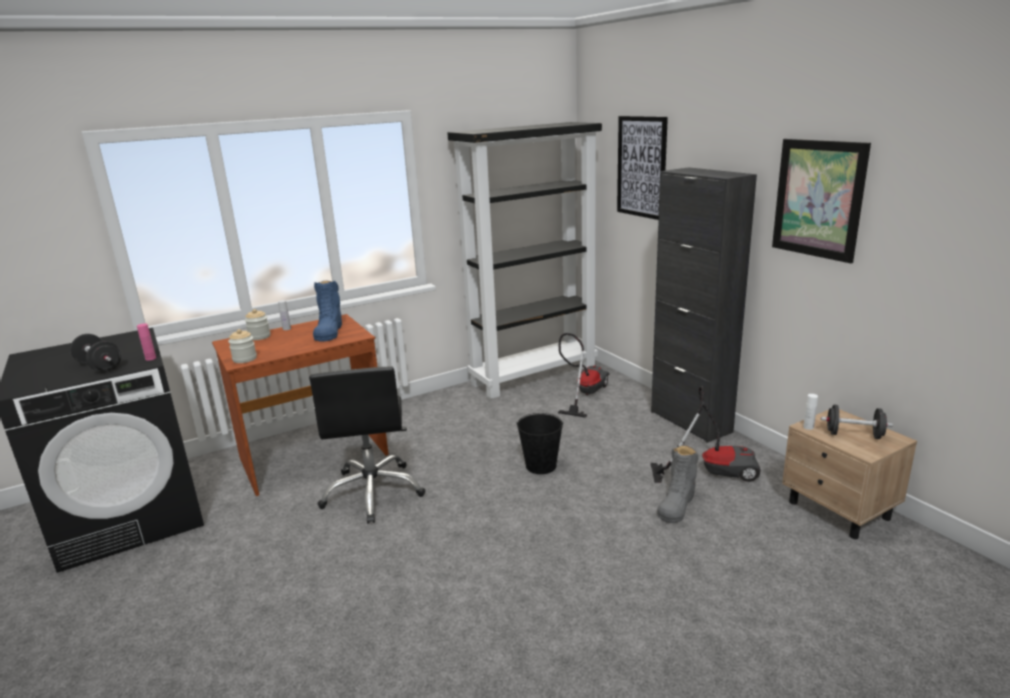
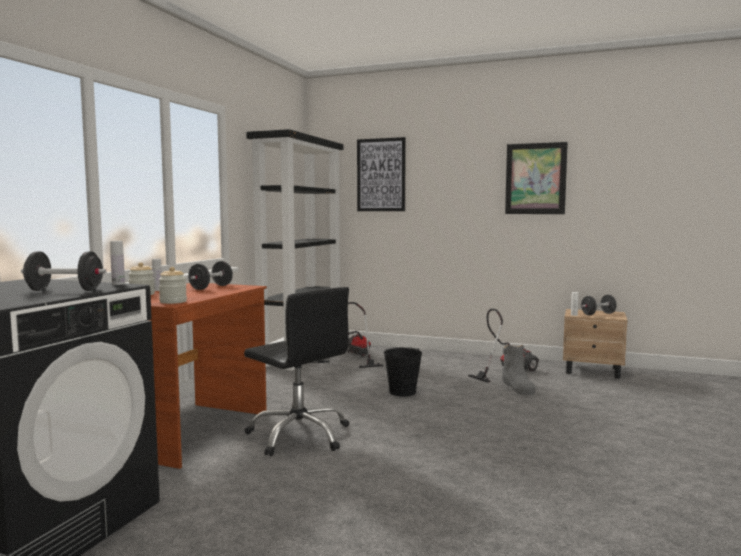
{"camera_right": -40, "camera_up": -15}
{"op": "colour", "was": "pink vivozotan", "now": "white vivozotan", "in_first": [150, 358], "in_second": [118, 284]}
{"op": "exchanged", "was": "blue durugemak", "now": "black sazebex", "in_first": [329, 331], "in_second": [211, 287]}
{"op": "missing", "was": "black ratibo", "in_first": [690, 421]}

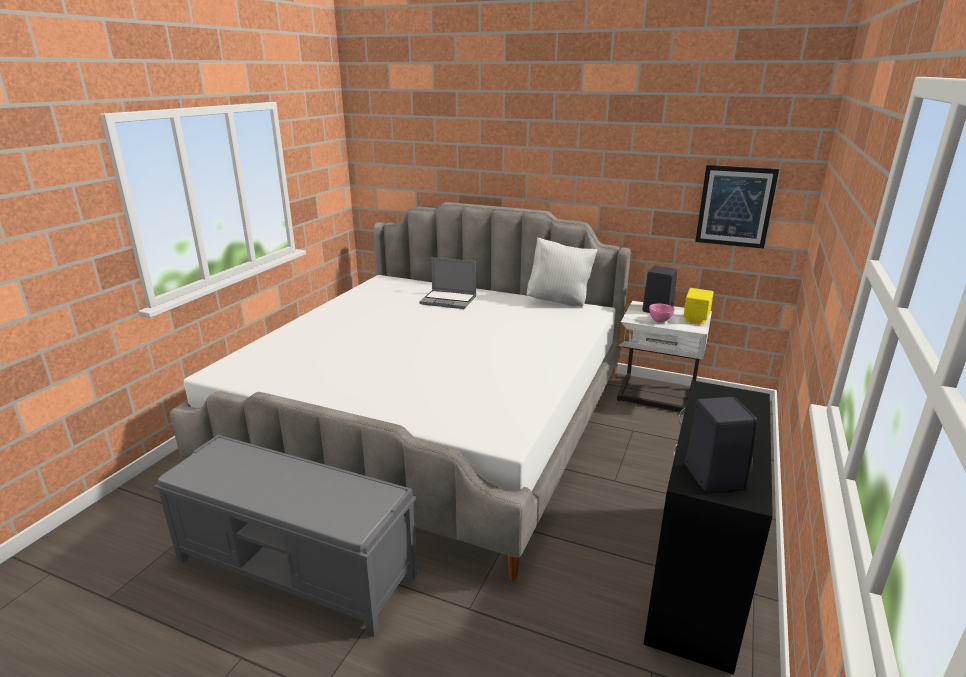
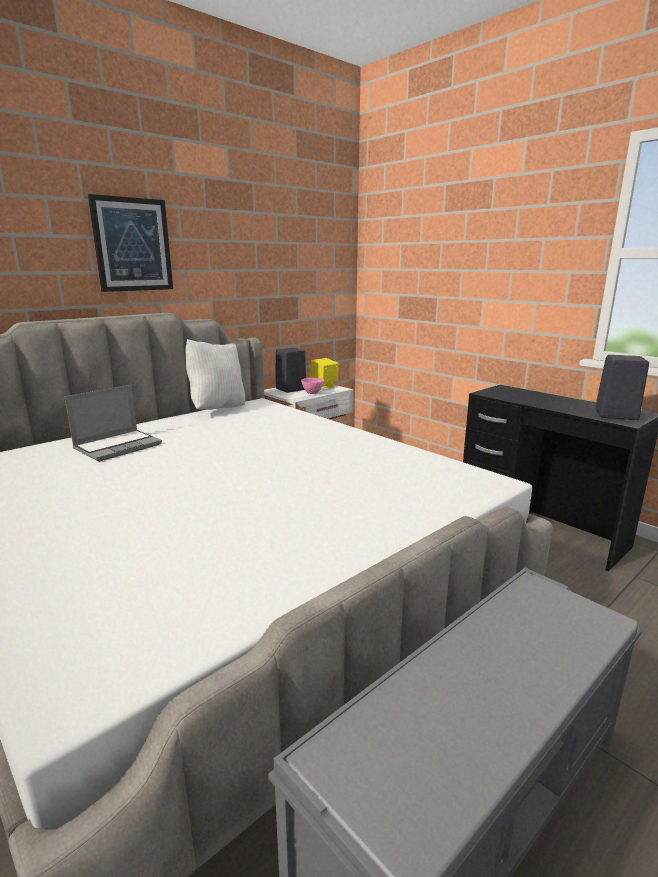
{"camera_right": -65, "camera_up": -5}
{"op": "relocated", "was": "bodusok", "in_first": [735, 206], "in_second": [132, 245]}

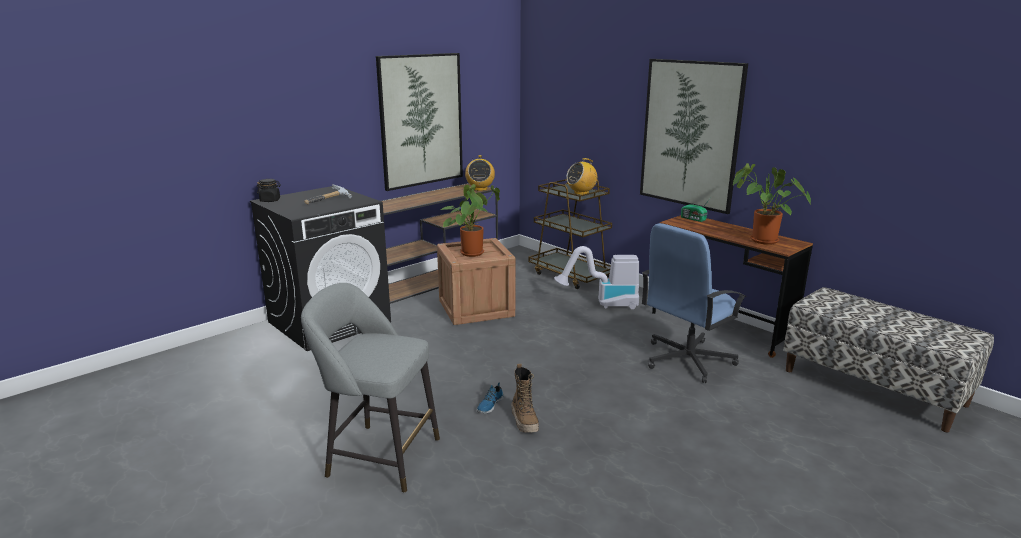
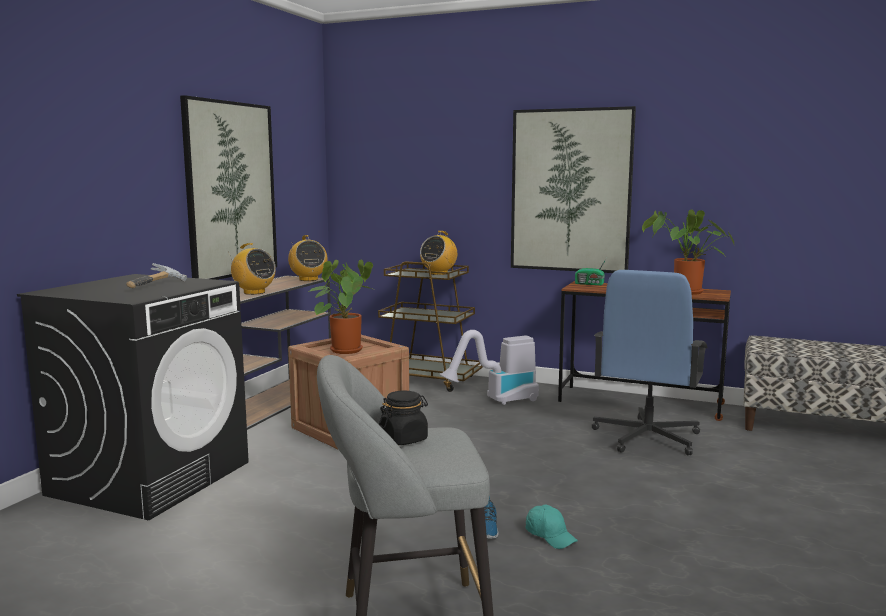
{"camera_right": -25, "camera_up": -10}
{"op": "appeared", "now": "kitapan", "in_second": [254, 292]}
{"op": "relocated", "was": "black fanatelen", "in_first": [270, 200], "in_second": [404, 439]}
{"op": "exchanged", "was": "durugemak", "now": "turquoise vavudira", "in_first": [524, 421], "in_second": [550, 536]}

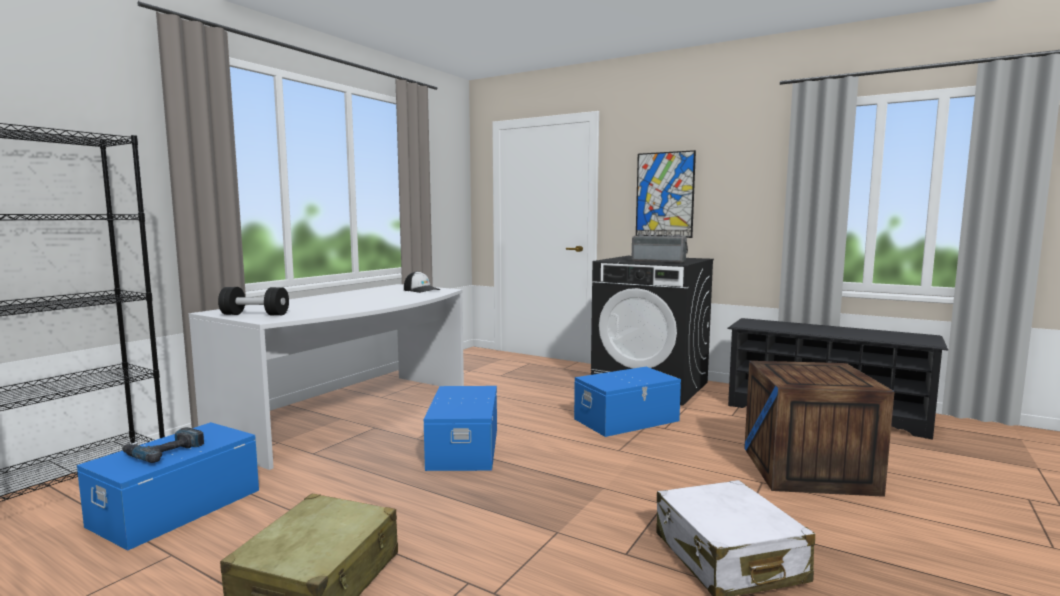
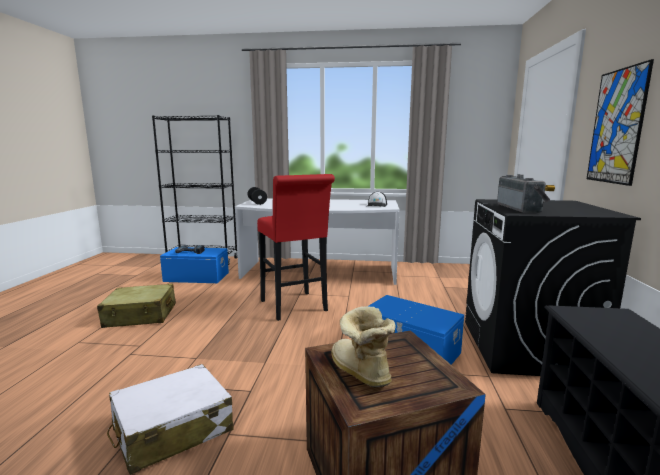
{"camera_right": 65, "camera_up": 5}
{"op": "exchanged", "was": "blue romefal", "now": "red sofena", "in_first": [462, 448], "in_second": [295, 308]}
{"op": "appeared", "now": "durugemak", "in_second": [358, 372]}

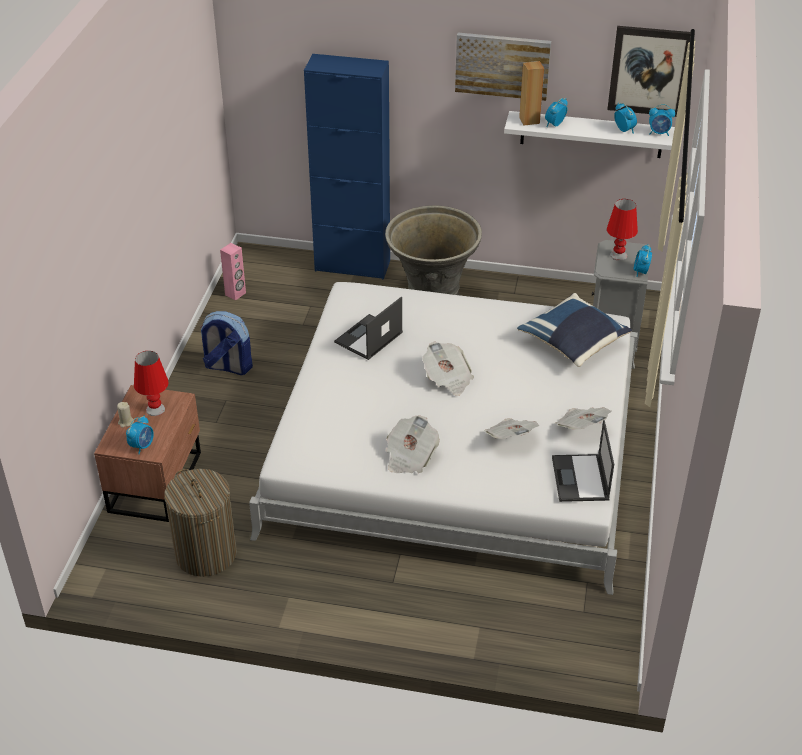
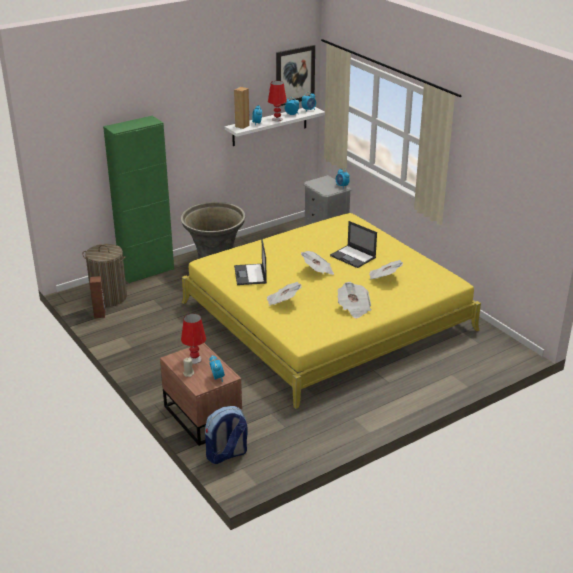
{"camera_right": -45, "camera_up": -10}
{"op": "relocated", "was": "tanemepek", "in_first": [206, 553], "in_second": [109, 297]}
{"op": "colour", "was": "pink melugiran", "now": "brown melugiran", "in_first": [235, 294], "in_second": [100, 314]}
{"op": "colour", "was": "blue ratibo", "now": "green ratibo", "in_first": [352, 266], "in_second": [147, 271]}
{"op": "colour", "was": "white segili", "now": "yellow segili", "in_first": [455, 446], "in_second": [326, 316]}
{"op": "relocated", "was": "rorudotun", "in_first": [227, 366], "in_second": [226, 455]}
{"op": "relocated", "was": "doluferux", "in_first": [581, 427], "in_second": [283, 301]}
{"op": "relocated", "was": "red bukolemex", "in_first": [618, 255], "in_second": [277, 119]}
{"op": "relocated", "was": "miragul", "in_first": [580, 479], "in_second": [353, 257]}
{"op": "missing", "was": "bodusok", "in_first": [502, 65]}
{"op": "missing", "was": "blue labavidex", "in_first": [573, 343]}

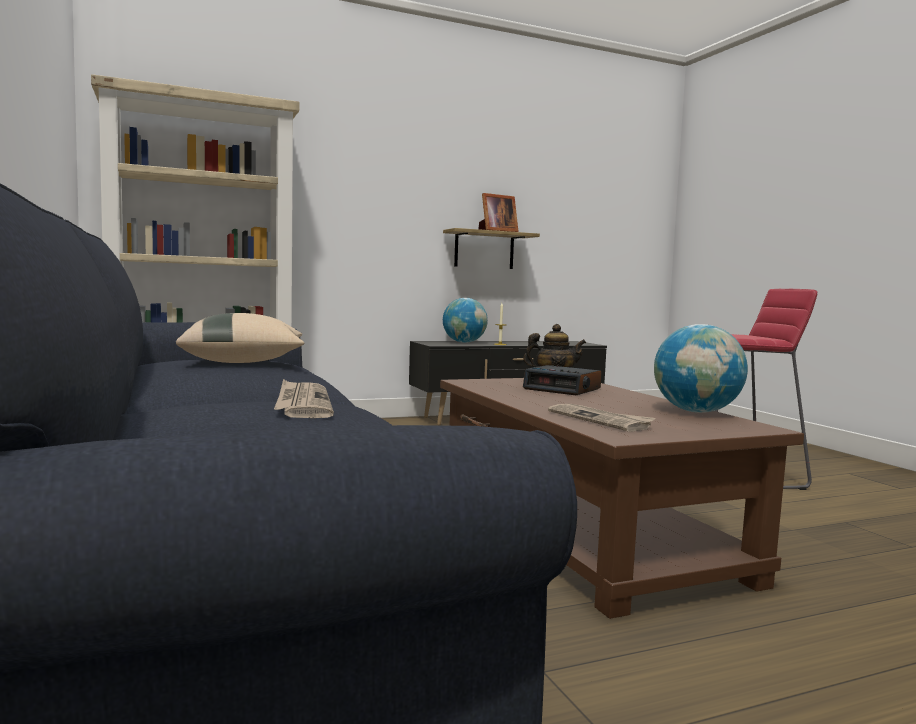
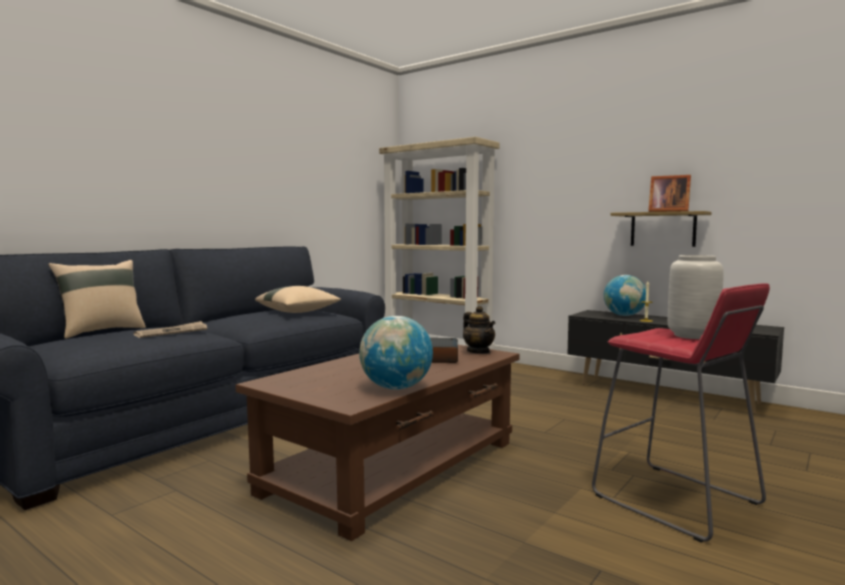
{"camera_right": 60, "camera_up": 0}
{"op": "appeared", "now": "beige labavidex", "in_second": [101, 331]}
{"op": "appeared", "now": "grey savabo", "in_second": [693, 336]}
{"op": "missing", "was": "doluferux", "in_first": [600, 420]}

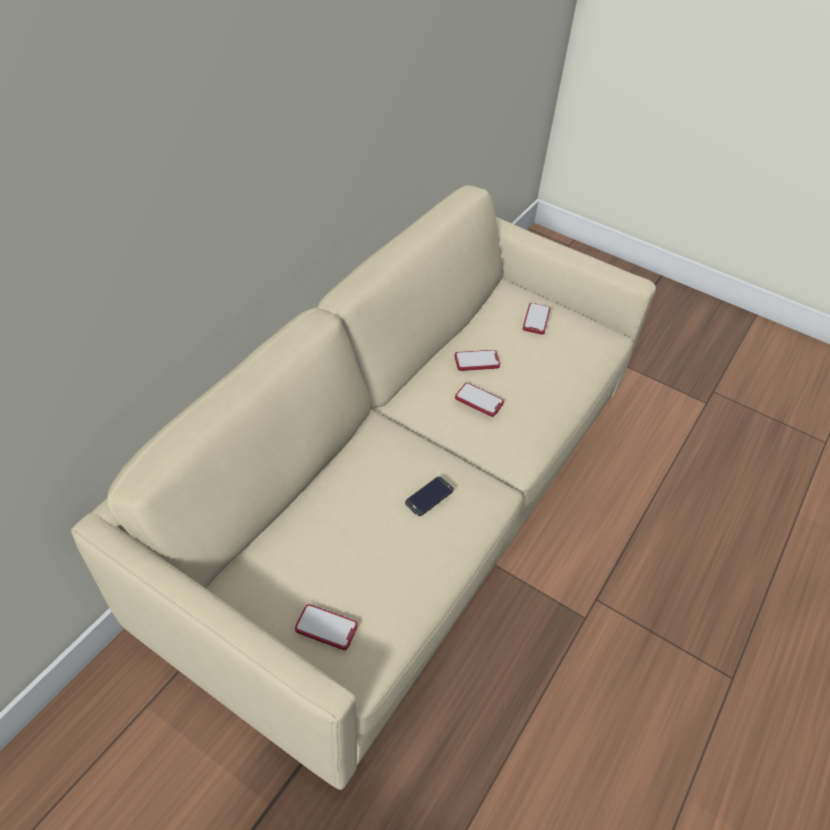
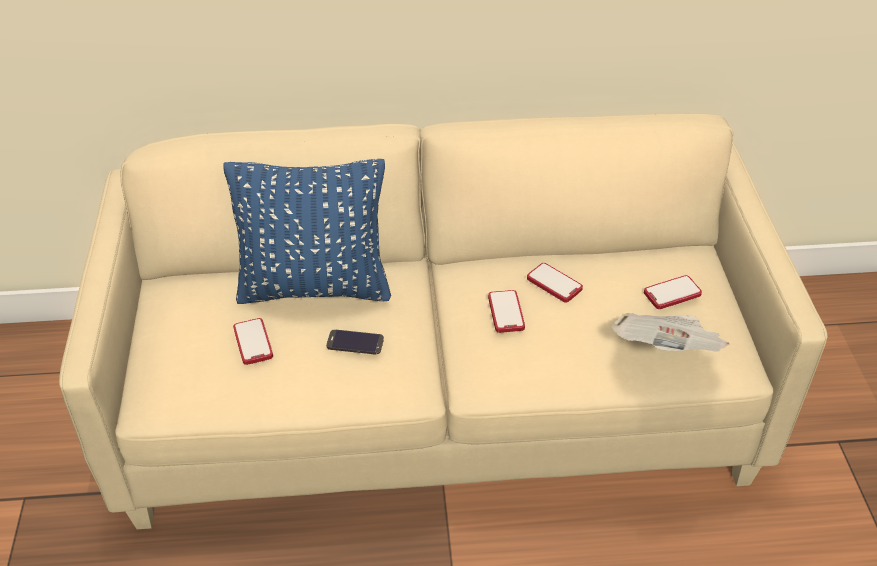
{"camera_right": 55, "camera_up": -5}
{"op": "appeared", "now": "blue labavidex", "in_second": [315, 287]}
{"op": "relocated", "was": "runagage", "in_first": [326, 628], "in_second": [253, 342]}
{"op": "appeared", "now": "doluferux", "in_second": [666, 353]}

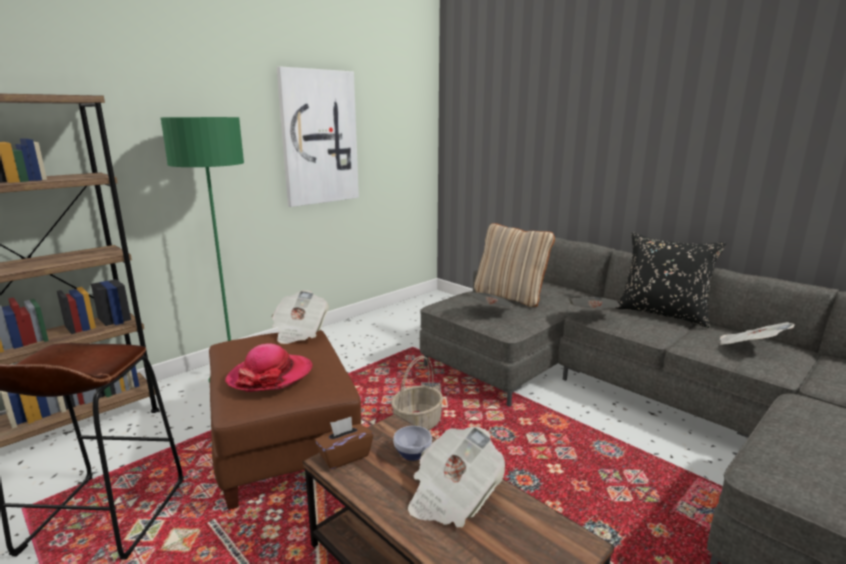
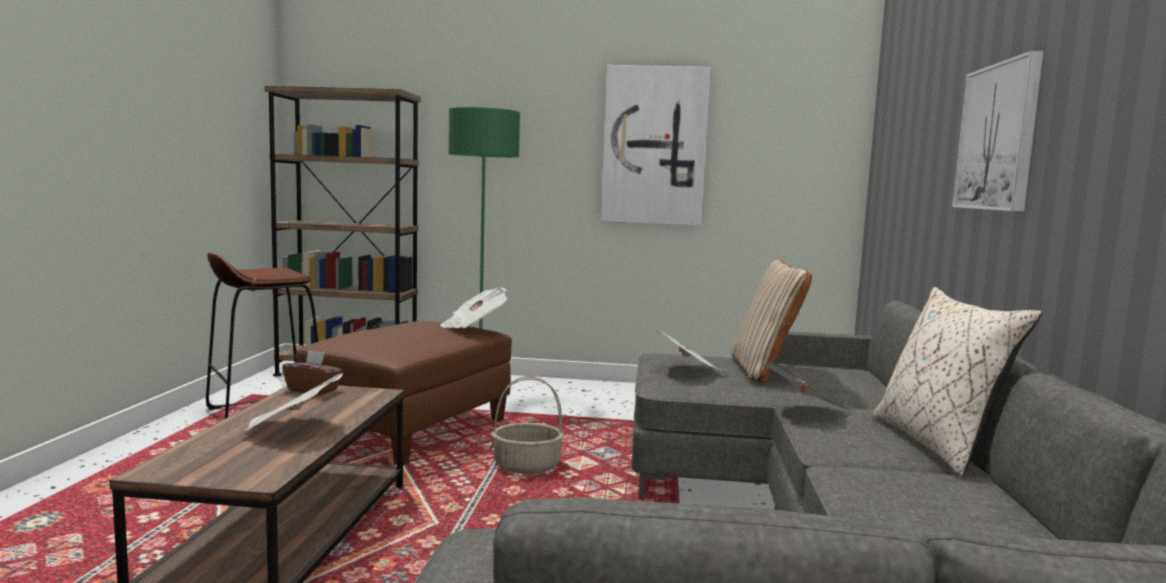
{"camera_right": 50, "camera_up": -10}
{"op": "colour", "was": "black labavidex", "now": "beige labavidex", "in_first": [662, 314], "in_second": [938, 444]}
{"op": "appeared", "now": "bodusok", "in_second": [998, 137]}
{"op": "missing", "was": "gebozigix", "in_first": [270, 375]}
{"op": "missing", "was": "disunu", "in_first": [411, 453]}
{"op": "missing", "was": "doluferux", "in_first": [749, 348]}

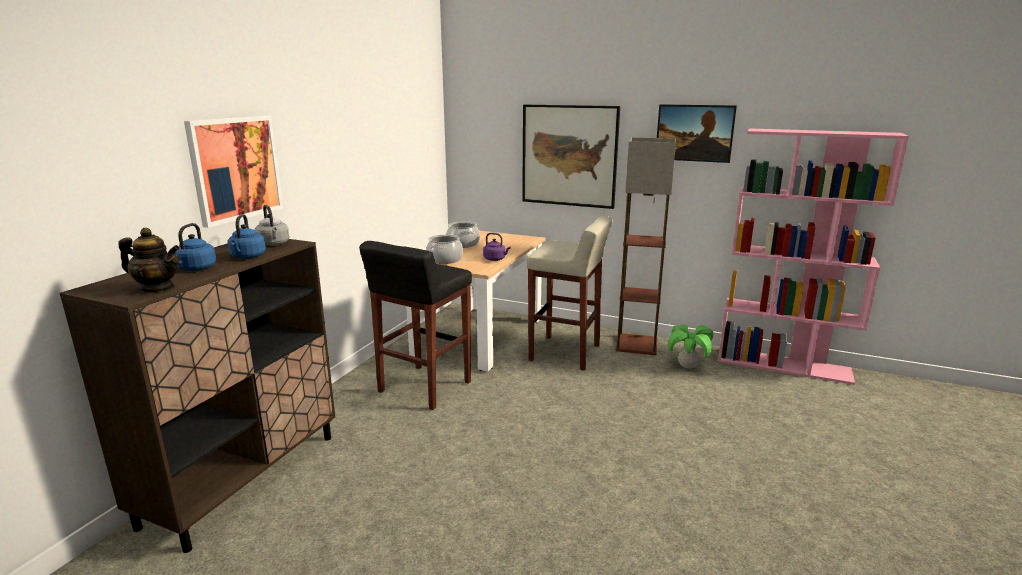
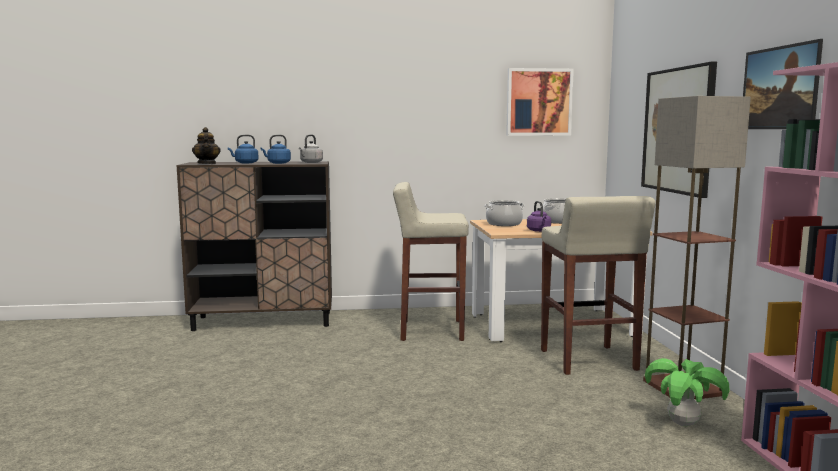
{"camera_right": 60, "camera_up": -10}
{"op": "colour", "was": "black sofena", "now": "beige sofena", "in_first": [423, 388], "in_second": [430, 330]}
{"op": "relocated", "was": "bodusok", "in_first": [235, 168], "in_second": [539, 102]}

